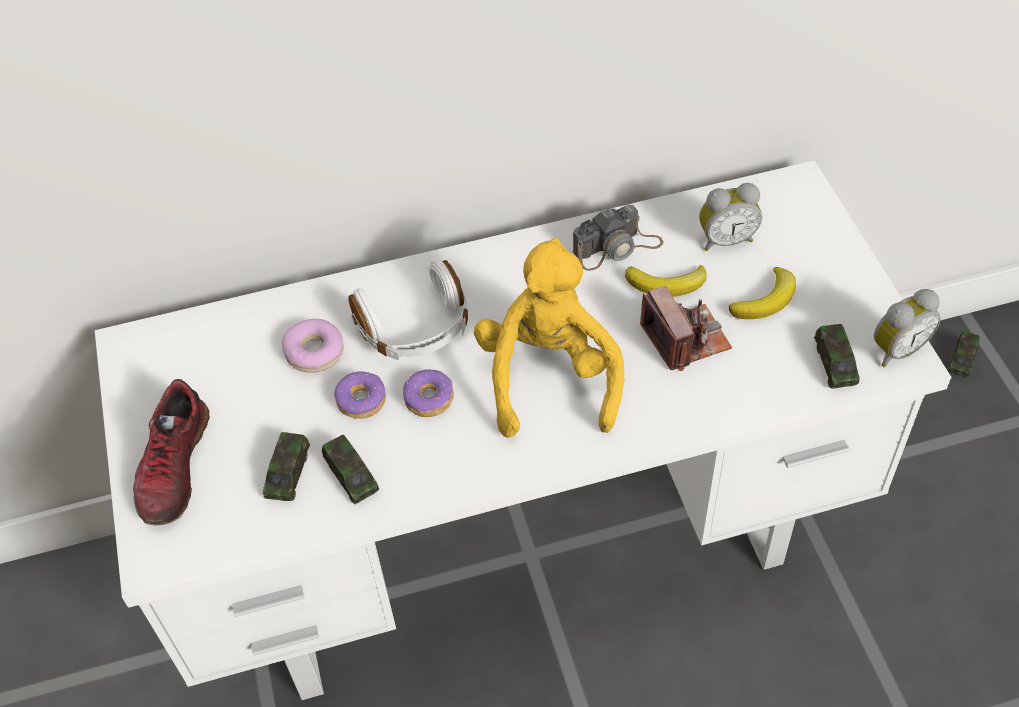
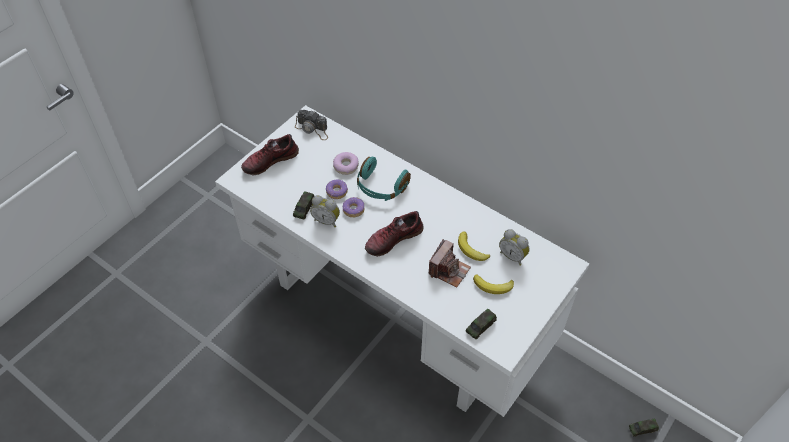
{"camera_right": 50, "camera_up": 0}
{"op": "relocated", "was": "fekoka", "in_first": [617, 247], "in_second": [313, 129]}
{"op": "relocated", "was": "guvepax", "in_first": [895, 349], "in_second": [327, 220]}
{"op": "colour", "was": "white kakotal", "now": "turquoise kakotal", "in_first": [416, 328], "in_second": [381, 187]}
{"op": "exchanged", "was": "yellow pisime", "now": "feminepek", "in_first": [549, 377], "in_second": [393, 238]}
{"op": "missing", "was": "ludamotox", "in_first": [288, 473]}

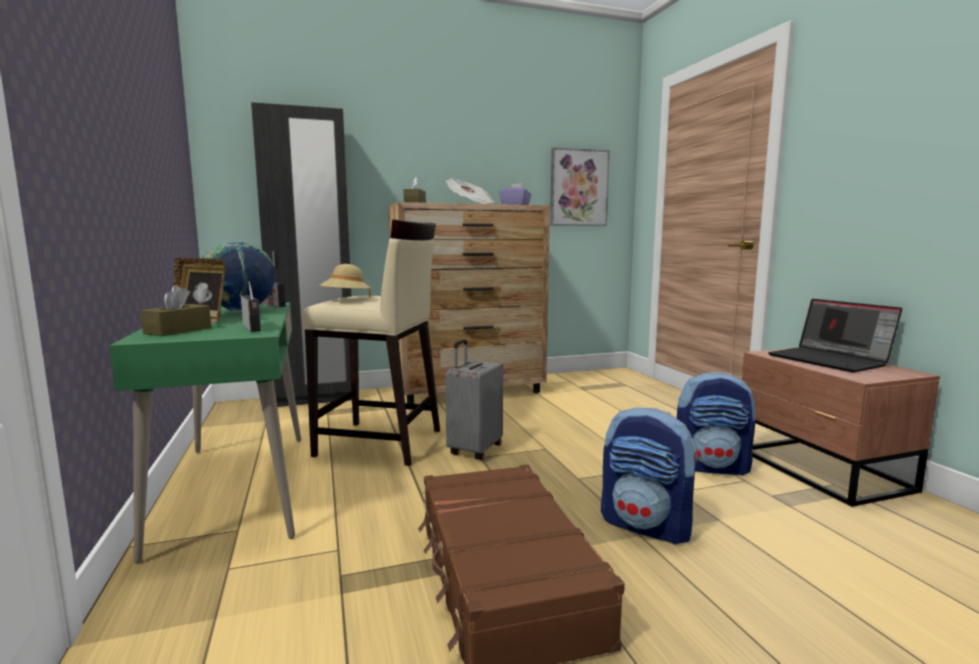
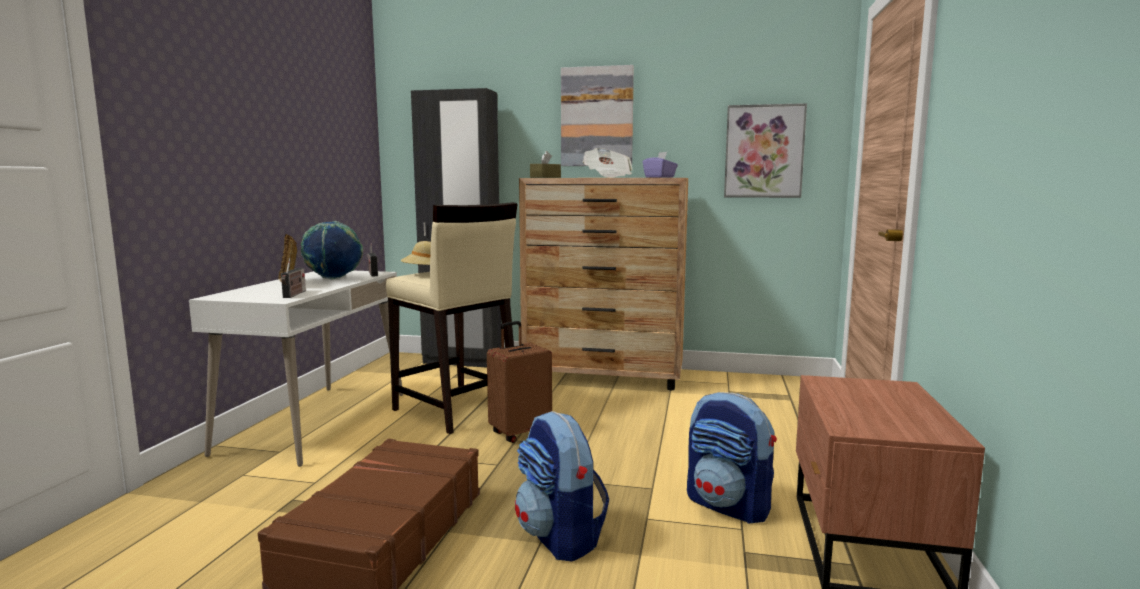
{"camera_right": 30, "camera_up": 0}
{"op": "colour", "was": "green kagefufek", "now": "white kagefufek", "in_first": [236, 488], "in_second": [315, 422]}
{"op": "colour", "was": "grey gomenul", "now": "brown gomenul", "in_first": [474, 450], "in_second": [520, 433]}
{"op": "appeared", "now": "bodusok", "in_second": [597, 117]}
{"op": "missing", "was": "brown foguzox", "in_first": [178, 330]}
{"op": "missing", "was": "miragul", "in_first": [830, 360]}

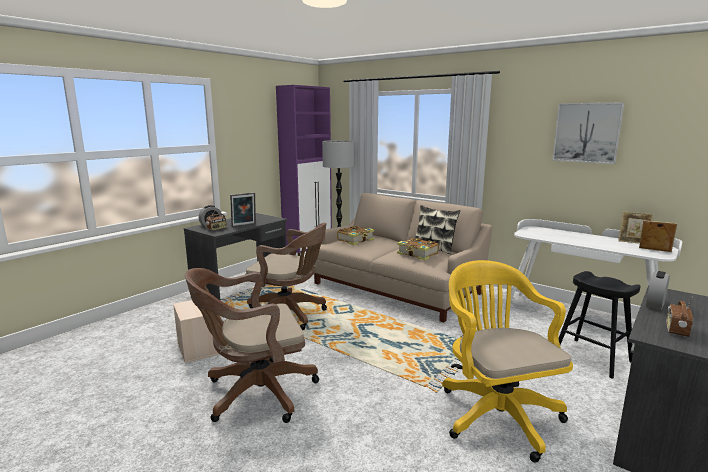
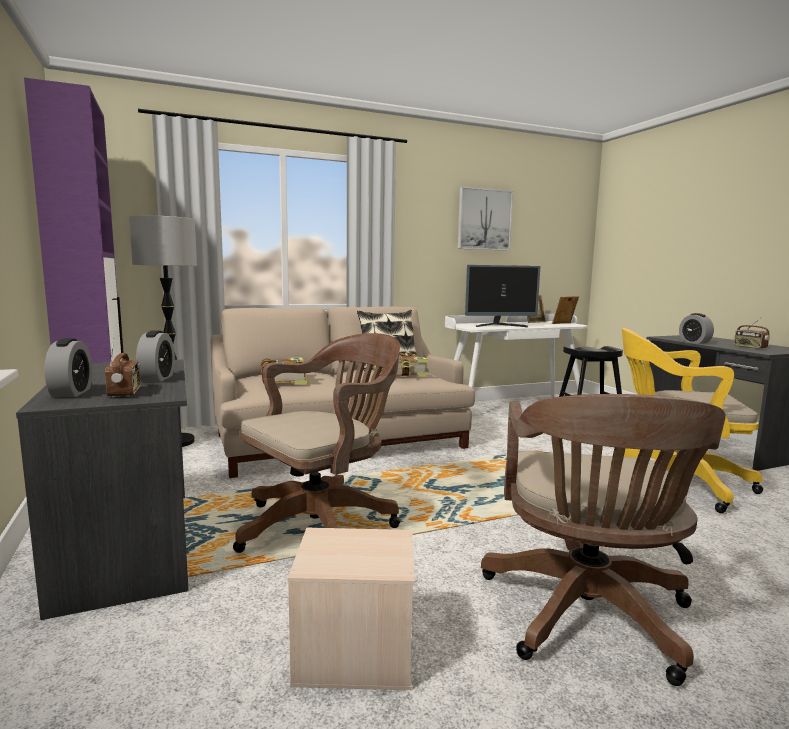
{"camera_right": -60, "camera_up": -5}
{"op": "exchanged", "was": "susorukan", "now": "guvepax", "in_first": [244, 225], "in_second": [157, 378]}
{"op": "appeared", "now": "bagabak", "in_second": [499, 326]}

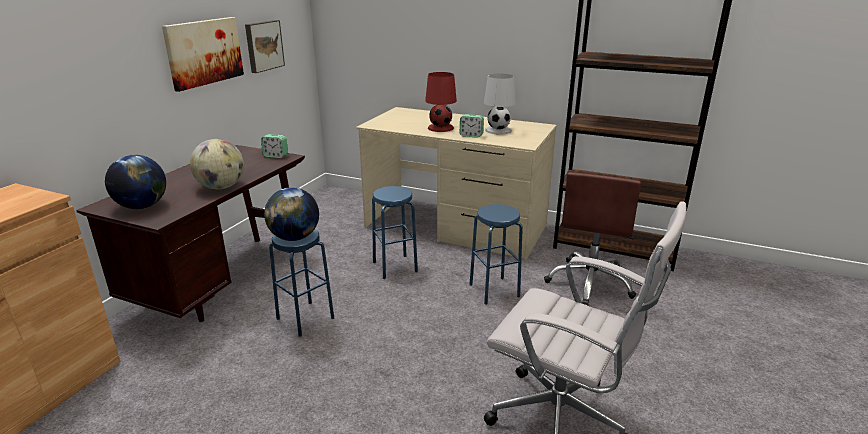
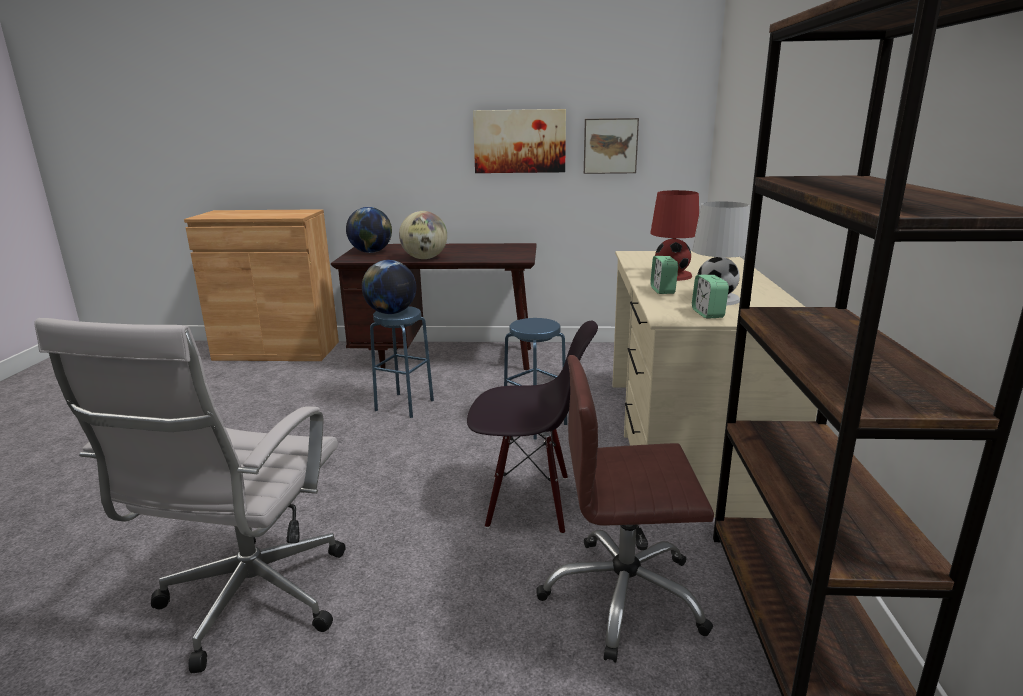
{"camera_right": 70, "camera_up": -5}
{"op": "exchanged", "was": "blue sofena", "now": "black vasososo", "in_first": [494, 290], "in_second": [529, 502]}
{"op": "relocated", "was": "guvepax", "in_first": [275, 156], "in_second": [708, 314]}

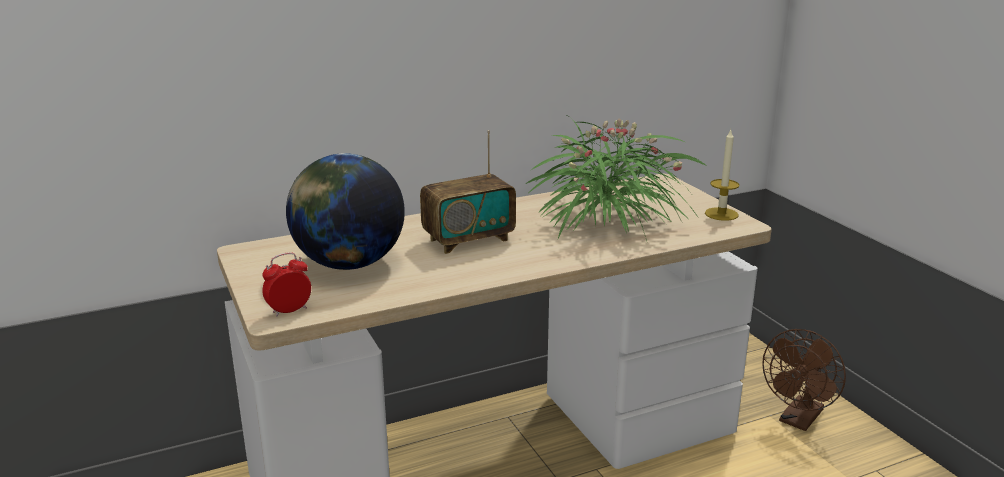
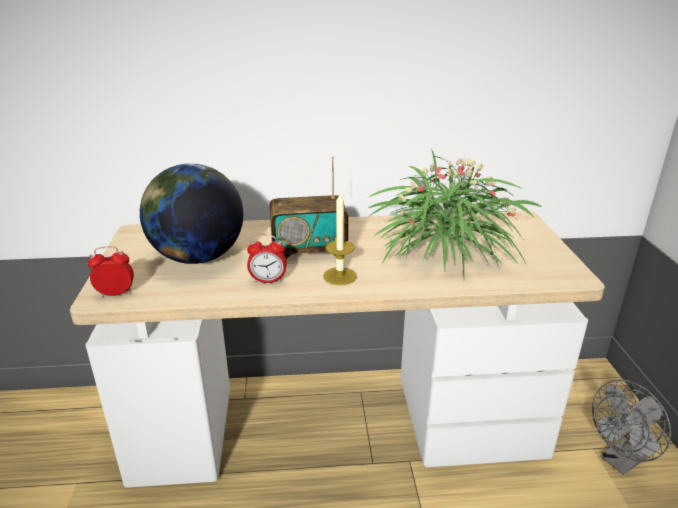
{"camera_right": 20, "camera_up": 5}
{"op": "appeared", "now": "guvepax", "in_second": [268, 280]}
{"op": "relocated", "was": "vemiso", "in_first": [721, 214], "in_second": [340, 276]}
{"op": "colour", "was": "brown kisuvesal", "now": "grey kisuvesal", "in_first": [798, 420], "in_second": [620, 461]}

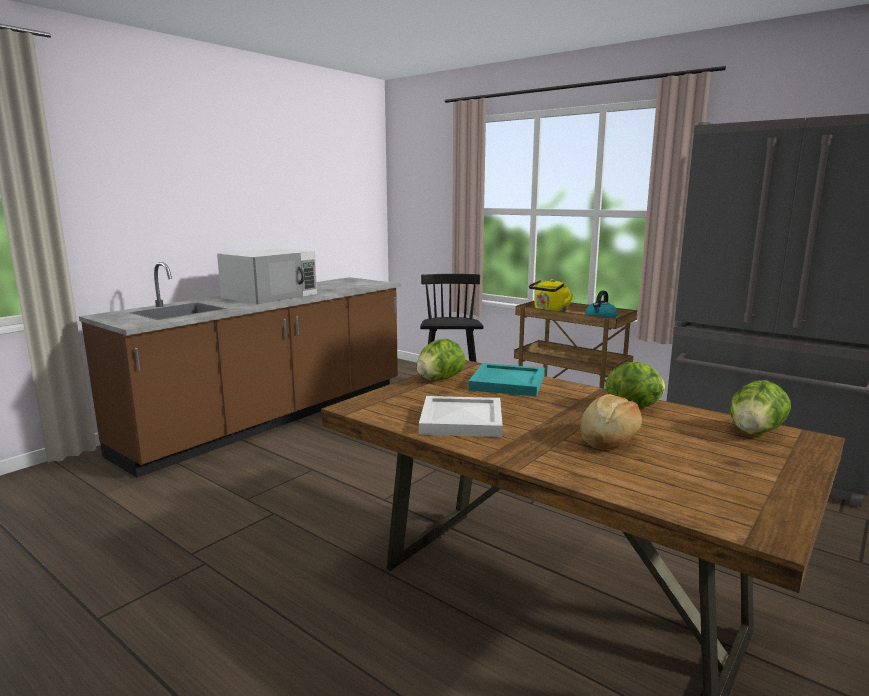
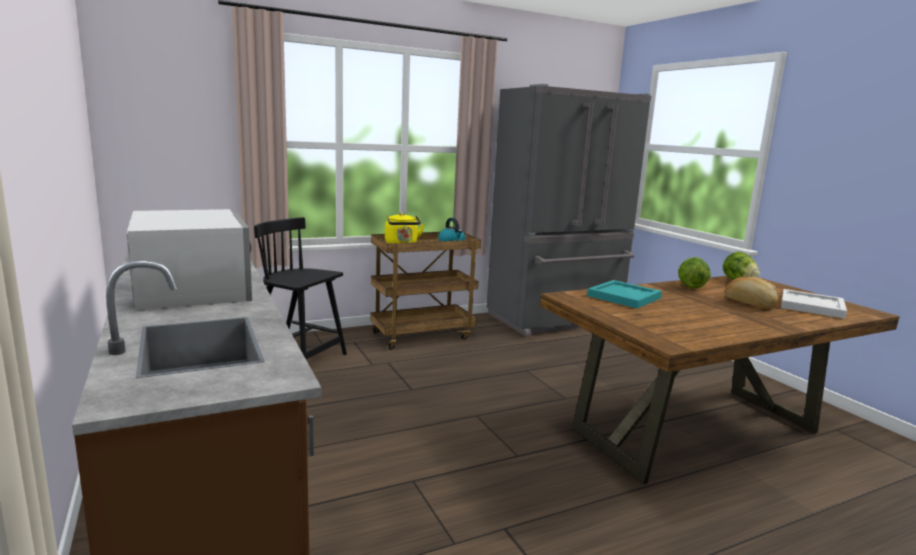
{"camera_right": -65, "camera_up": 0}
{"op": "relocated", "was": "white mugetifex", "in_first": [462, 421], "in_second": [812, 306]}
{"op": "missing", "was": "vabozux", "in_first": [439, 379]}

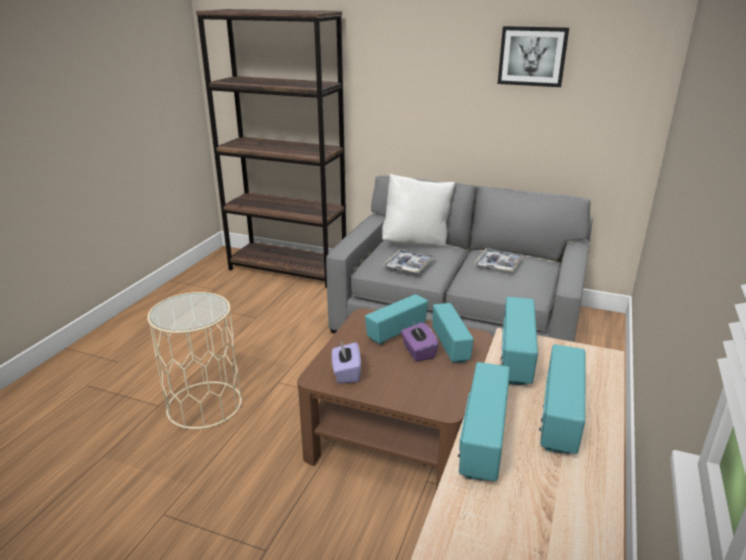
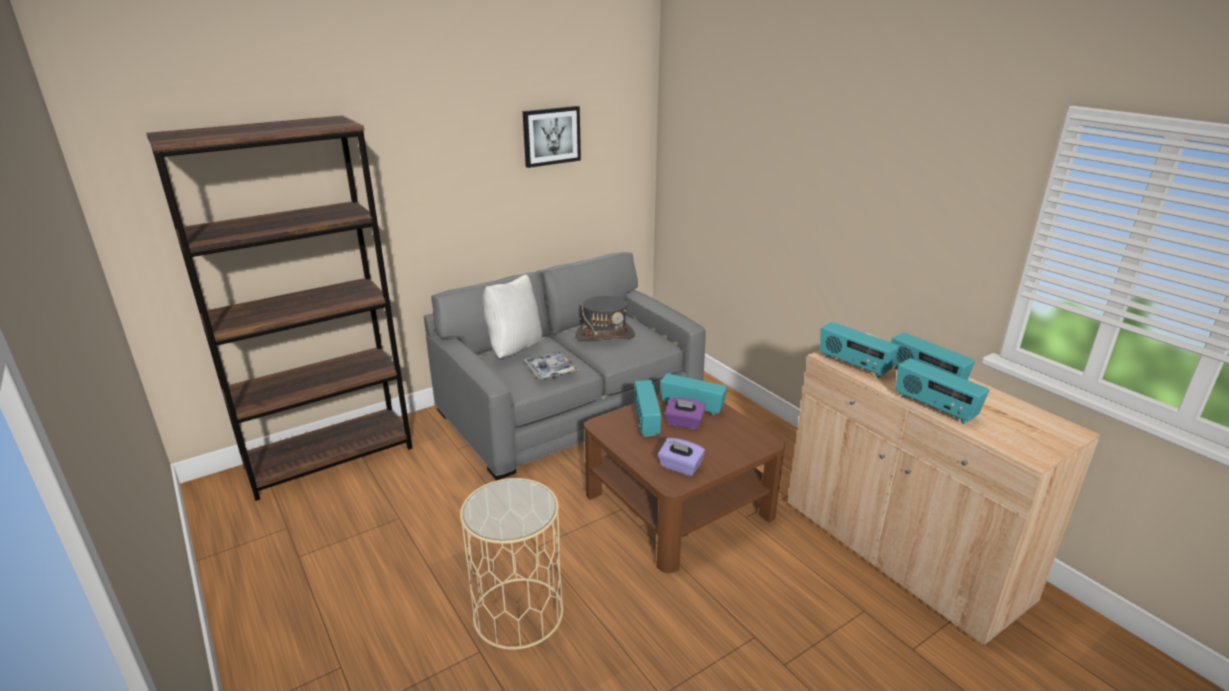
{"camera_right": -55, "camera_up": 0}
{"op": "exchanged", "was": "mugetifex", "now": "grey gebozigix", "in_first": [498, 265], "in_second": [605, 335]}

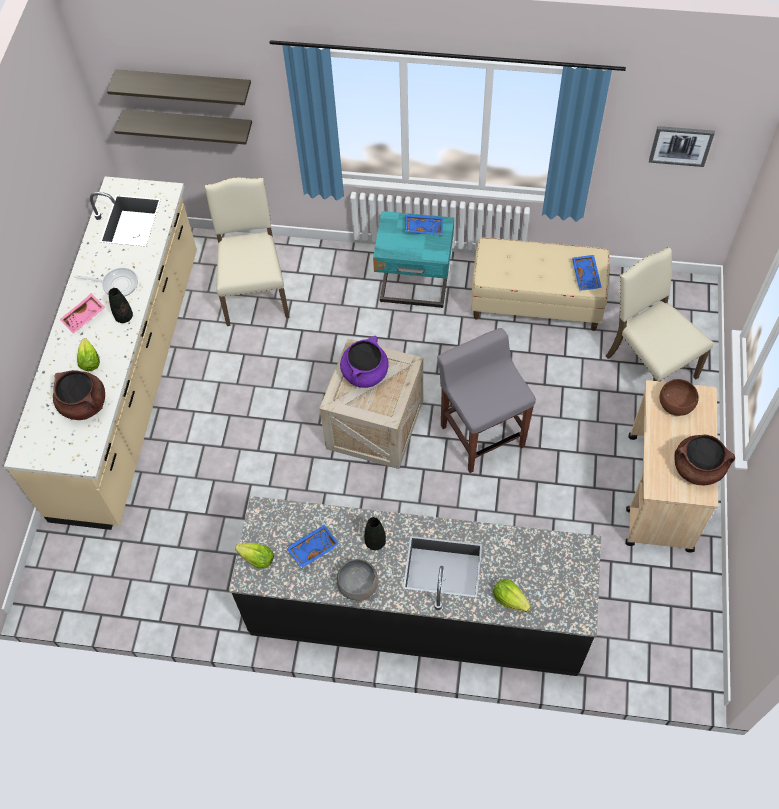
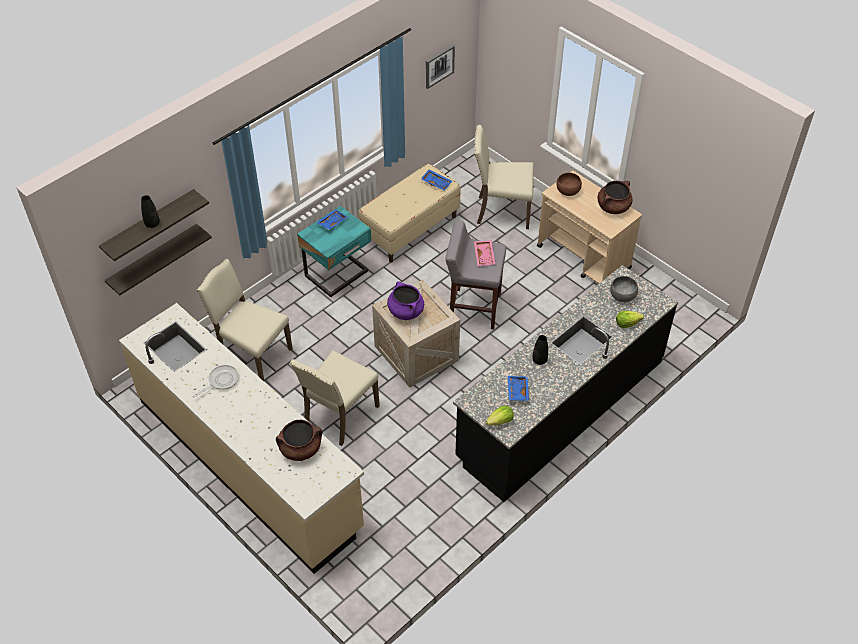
{"camera_right": -55, "camera_up": -10}
{"op": "relocated", "was": "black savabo", "in_first": [124, 317], "in_second": [152, 224]}
{"op": "appeared", "now": "beige vasososo", "in_second": [339, 416]}
{"op": "relocated", "was": "pink mugetifex", "in_first": [84, 317], "in_second": [485, 256]}
{"op": "relocated", "was": "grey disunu", "in_first": [358, 585], "in_second": [623, 296]}
{"op": "missing", "was": "vabozux", "in_first": [90, 361]}

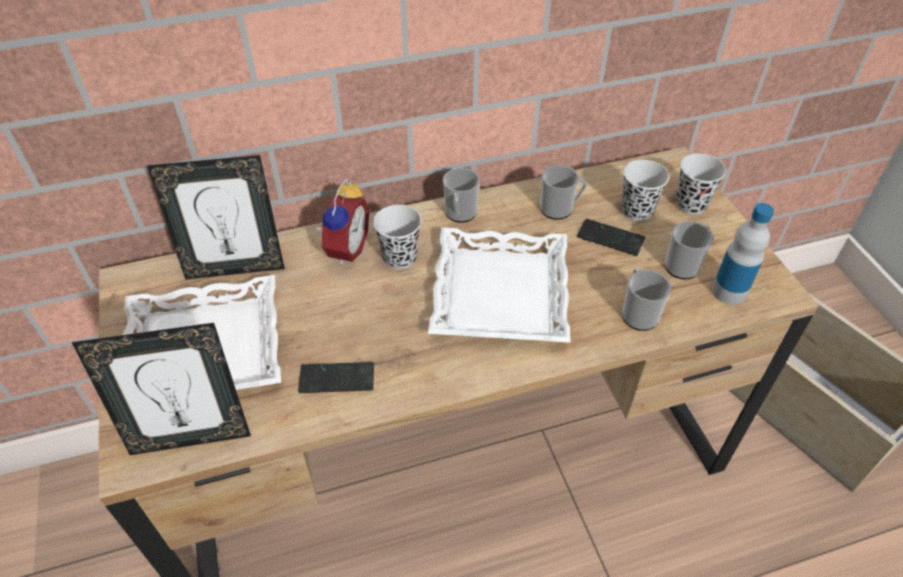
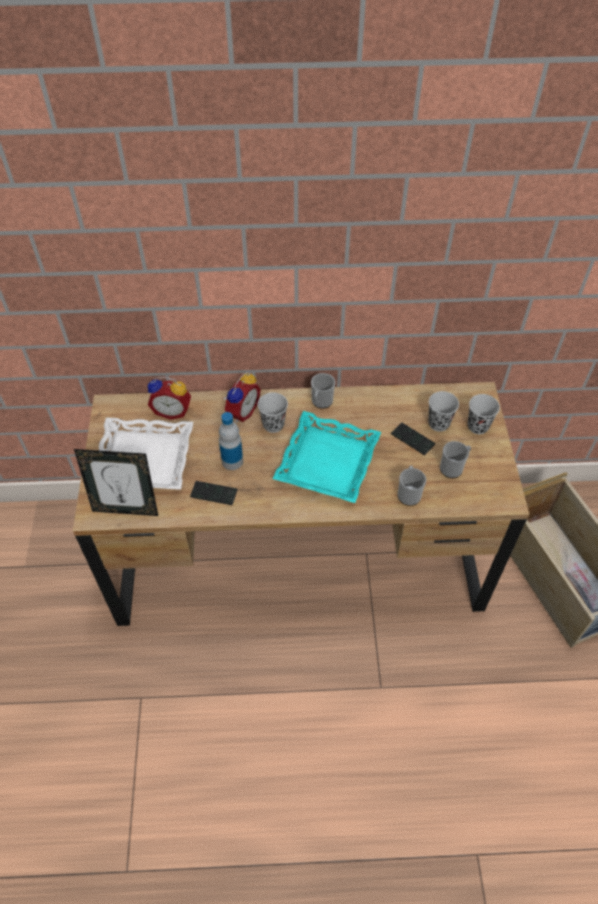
{"camera_right": 15, "camera_up": 5}
{"op": "exchanged", "was": "susorukan", "now": "guvepax", "in_first": [235, 268], "in_second": [172, 411]}
{"op": "relocated", "was": "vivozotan", "in_first": [729, 292], "in_second": [232, 461]}
{"op": "colour", "was": "white mugetifex", "now": "turquoise mugetifex", "in_first": [501, 294], "in_second": [328, 462]}
{"op": "missing", "was": "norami", "in_first": [560, 209]}

